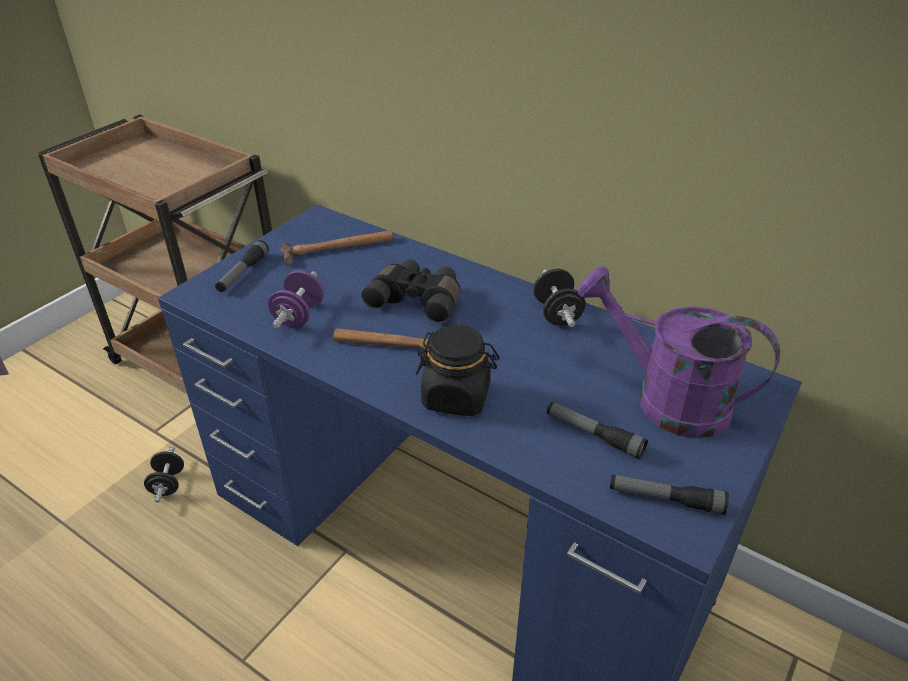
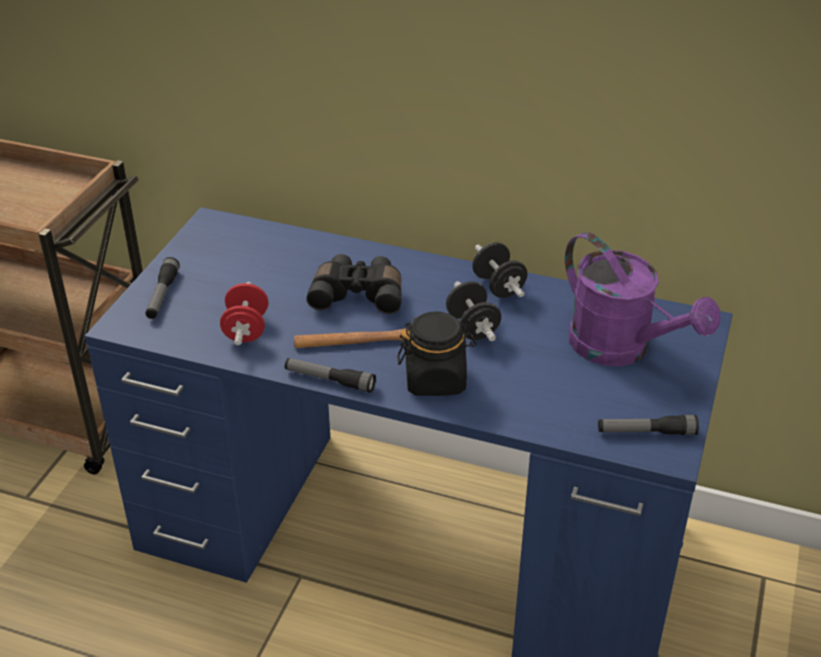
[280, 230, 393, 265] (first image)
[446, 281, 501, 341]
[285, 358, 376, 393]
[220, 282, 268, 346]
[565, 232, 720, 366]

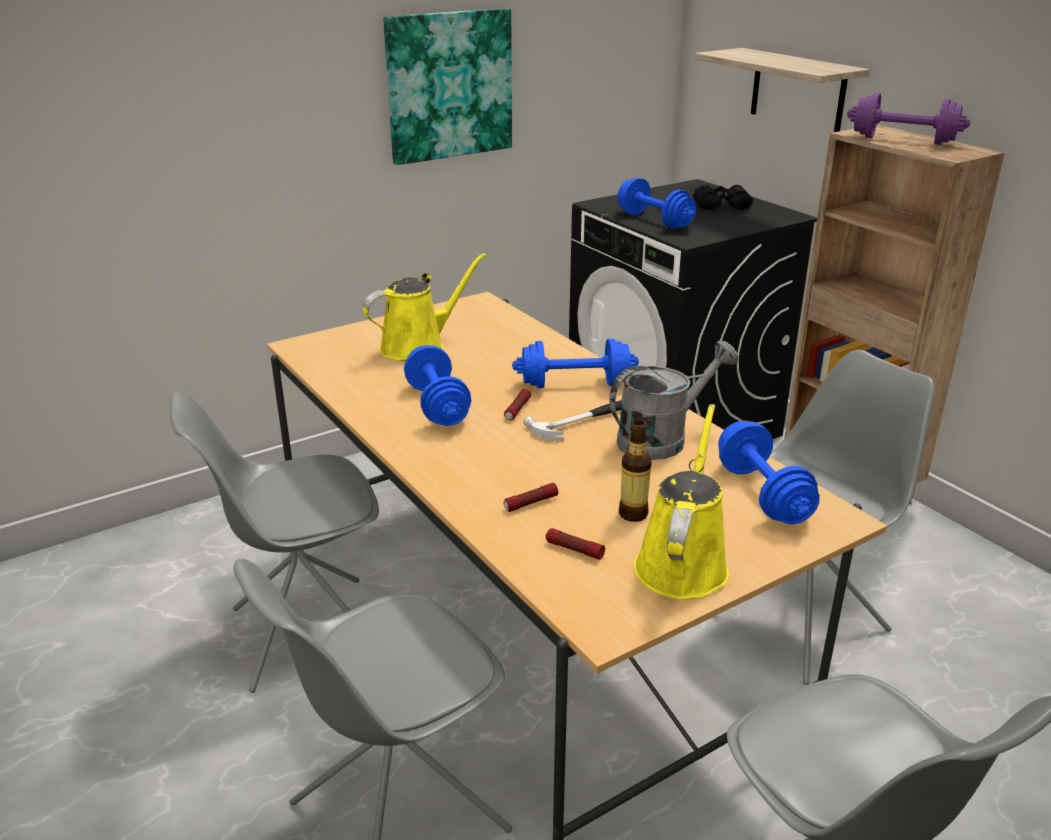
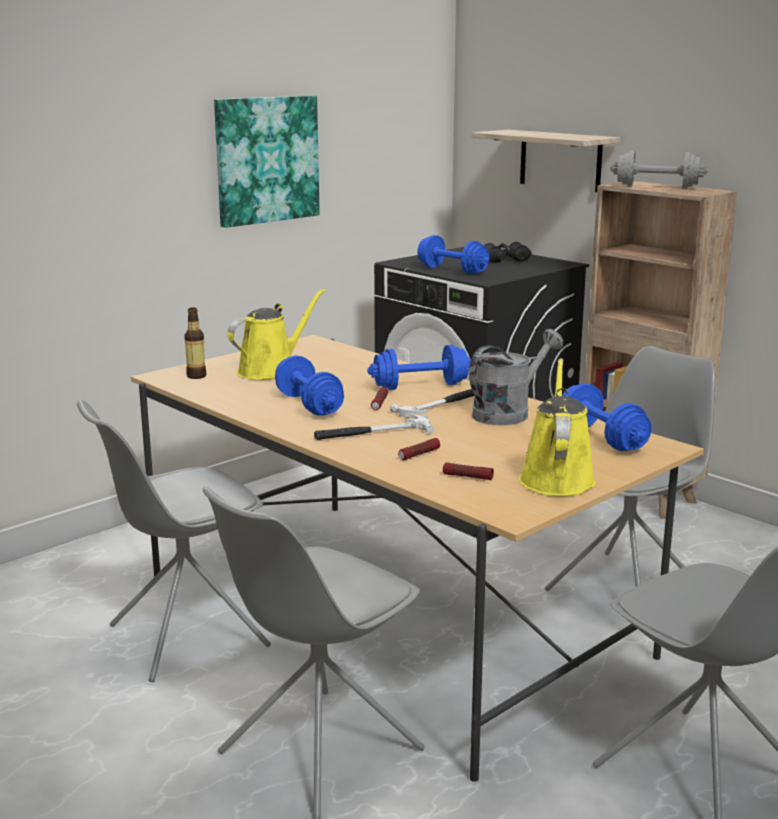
[314, 413, 434, 440]
[184, 307, 206, 379]
[610, 151, 708, 189]

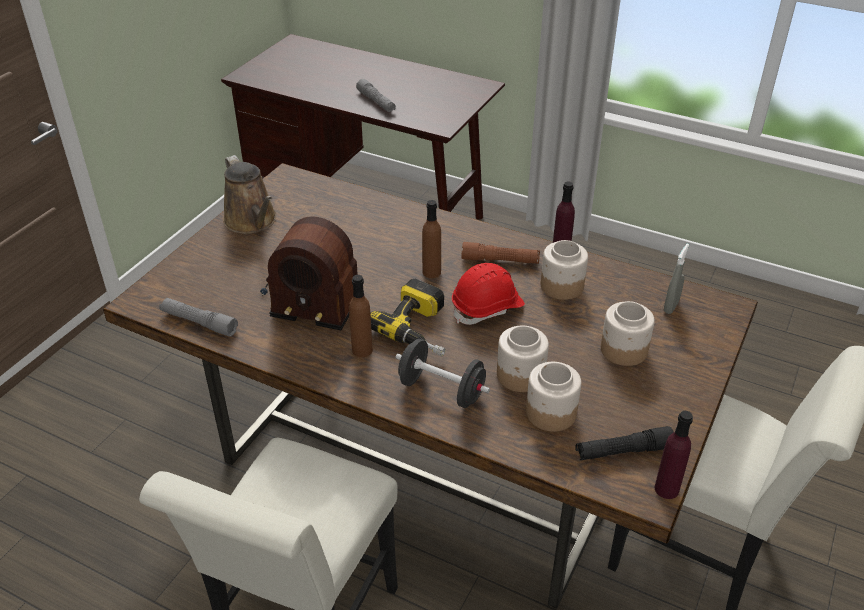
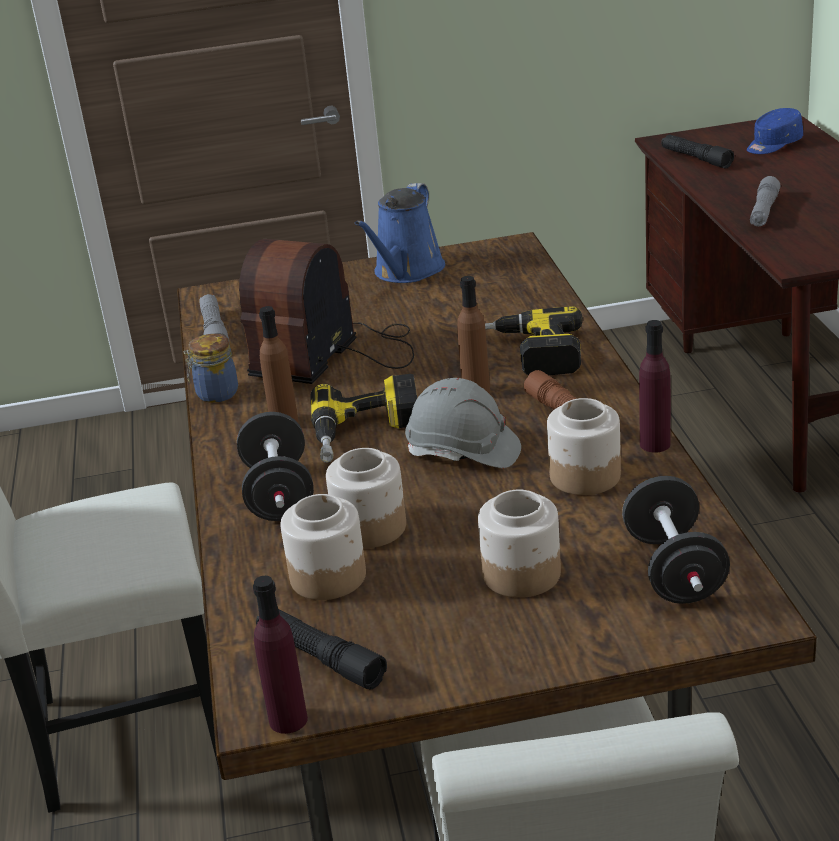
[183, 334, 238, 403]
[485, 306, 583, 375]
[661, 135, 734, 168]
[747, 108, 803, 154]
[622, 476, 730, 604]
[355, 183, 445, 283]
[405, 378, 521, 468]
[239, 239, 414, 384]

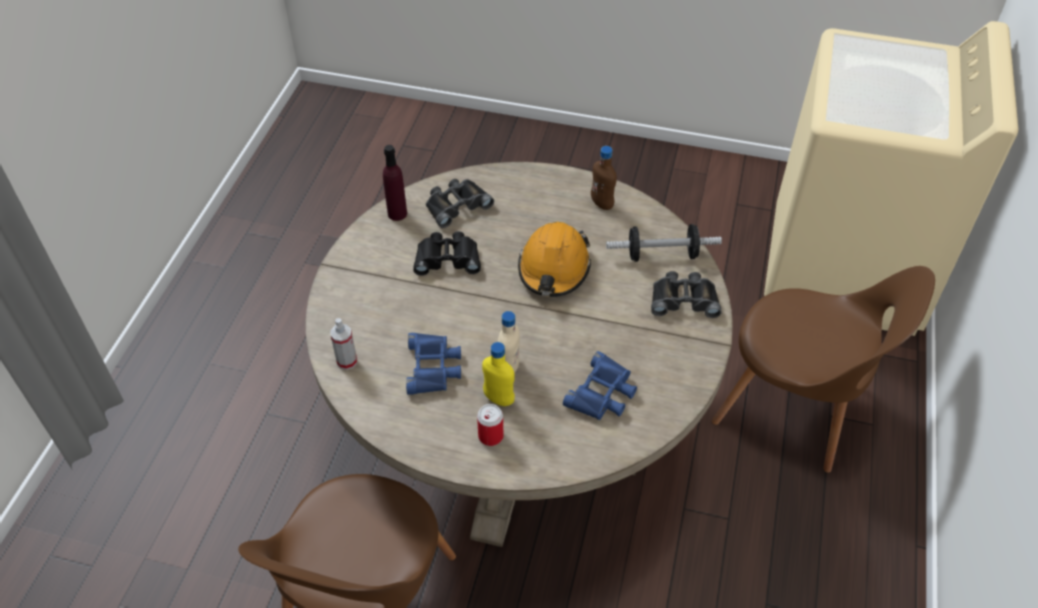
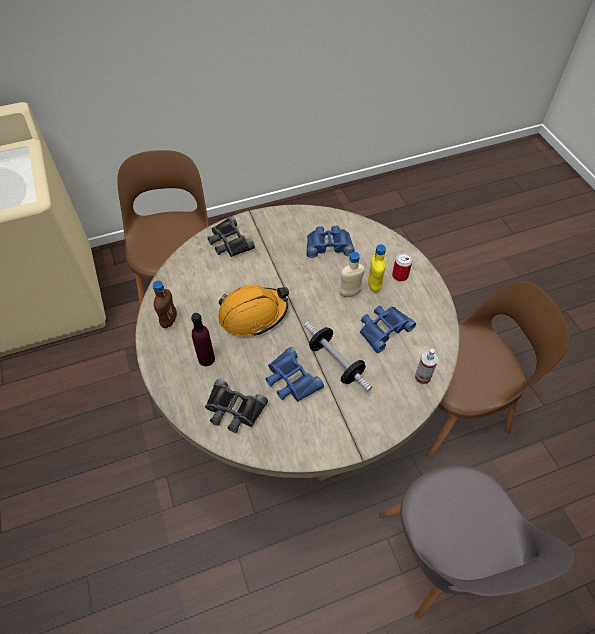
[379, 466, 575, 619]
[191, 313, 215, 366]
[304, 322, 372, 392]
[266, 347, 324, 402]

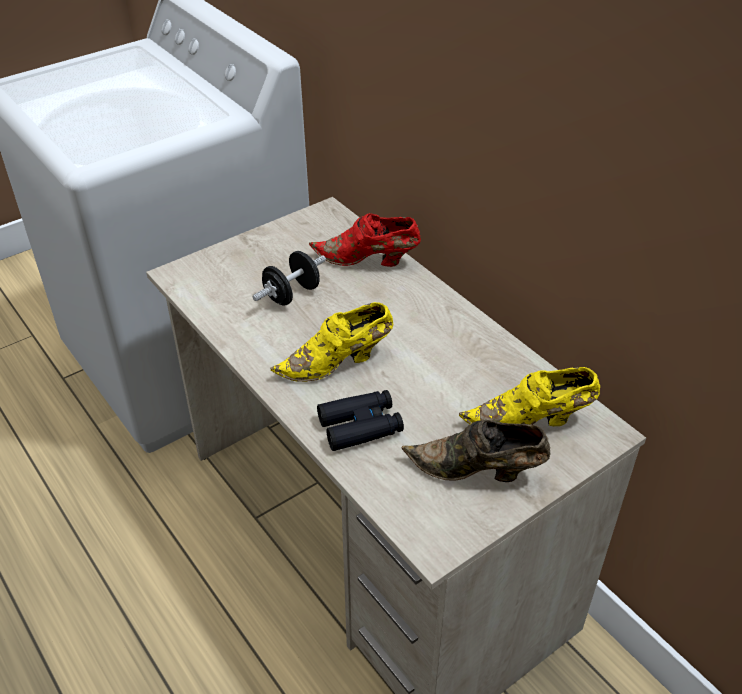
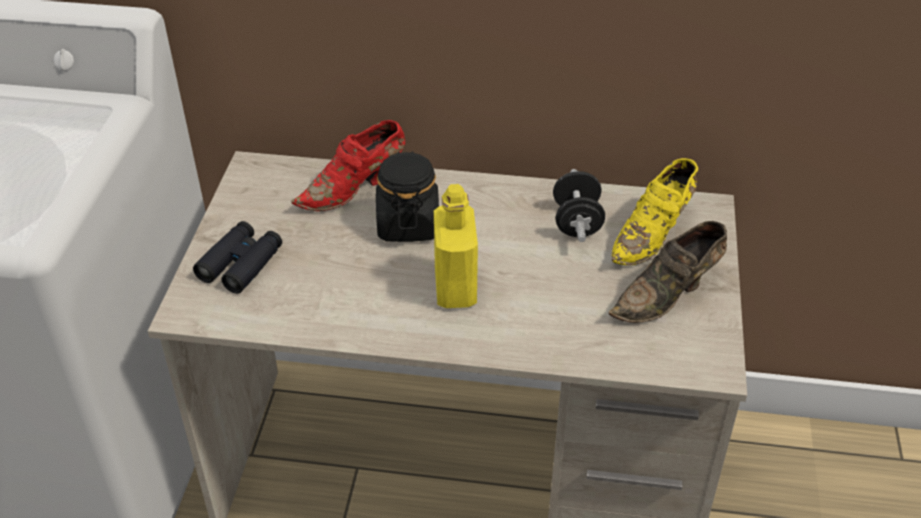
[376, 151, 439, 242]
[553, 169, 605, 242]
[193, 221, 282, 294]
[434, 184, 478, 308]

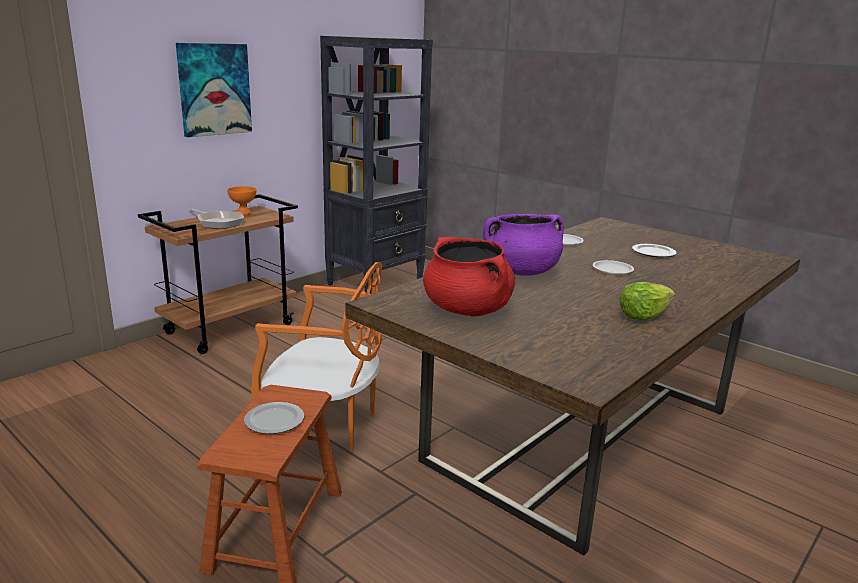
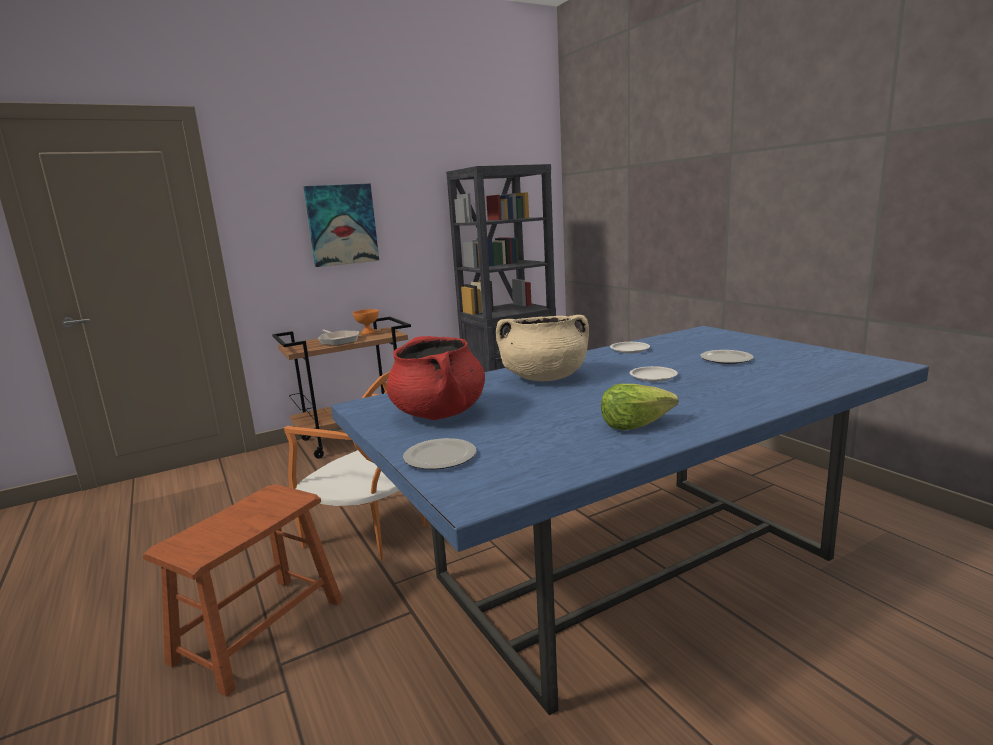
[403, 438, 476, 469]
[331, 326, 929, 715]
[496, 315, 589, 381]

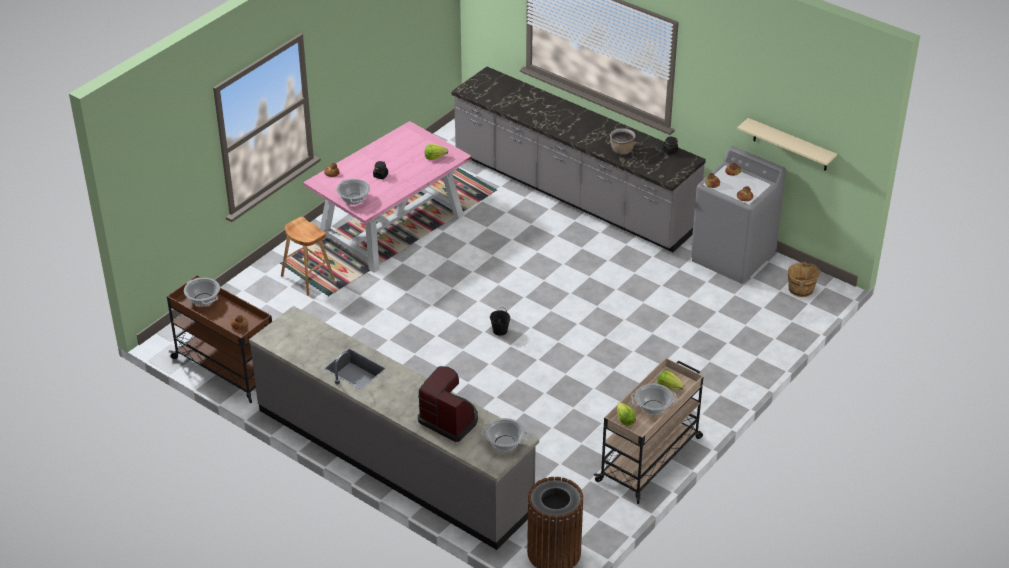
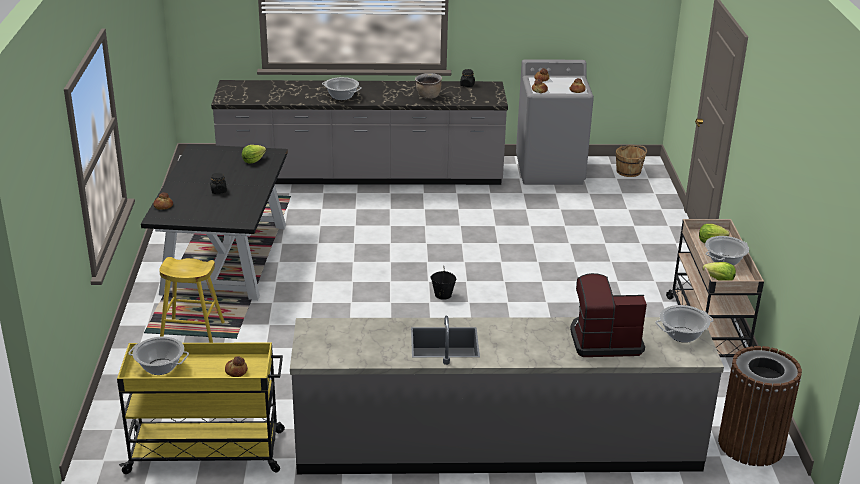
[737, 118, 837, 171] (first image)
[322, 77, 362, 100]
[117, 343, 285, 474]
[159, 257, 225, 343]
[141, 144, 288, 301]

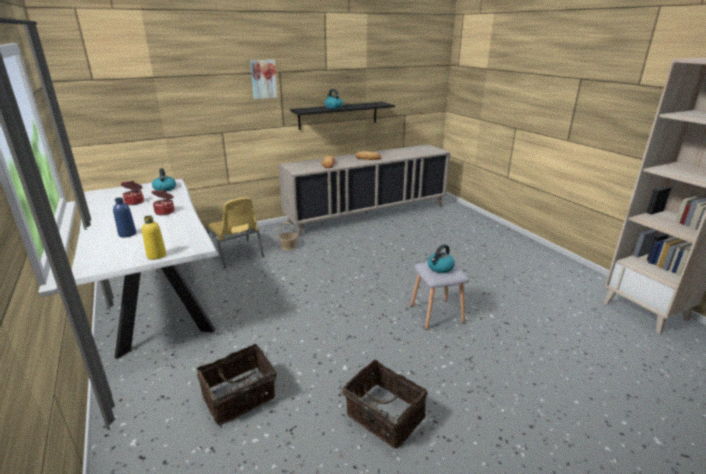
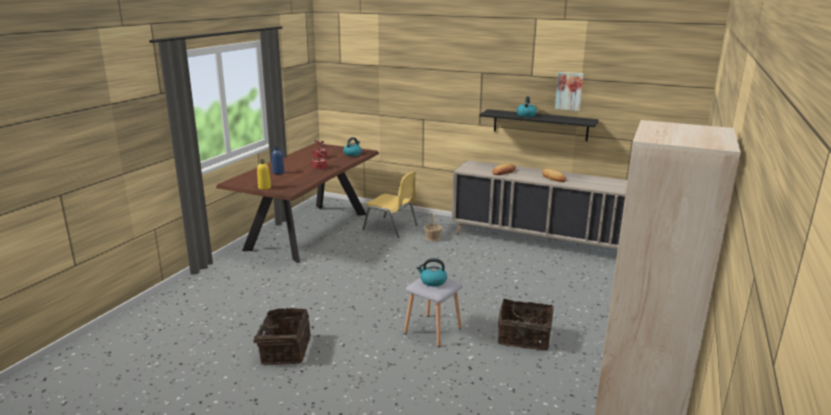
[498, 299, 554, 351]
[555, 72, 584, 111]
[216, 143, 379, 263]
[363, 171, 418, 238]

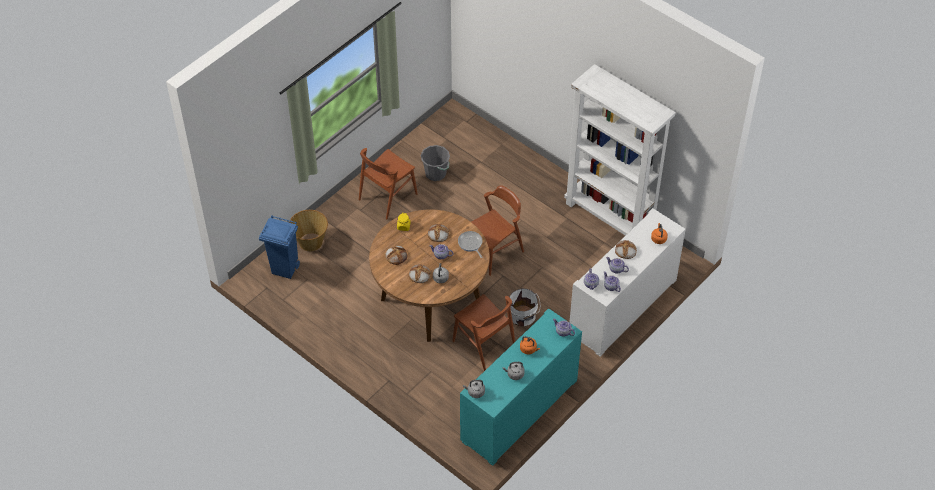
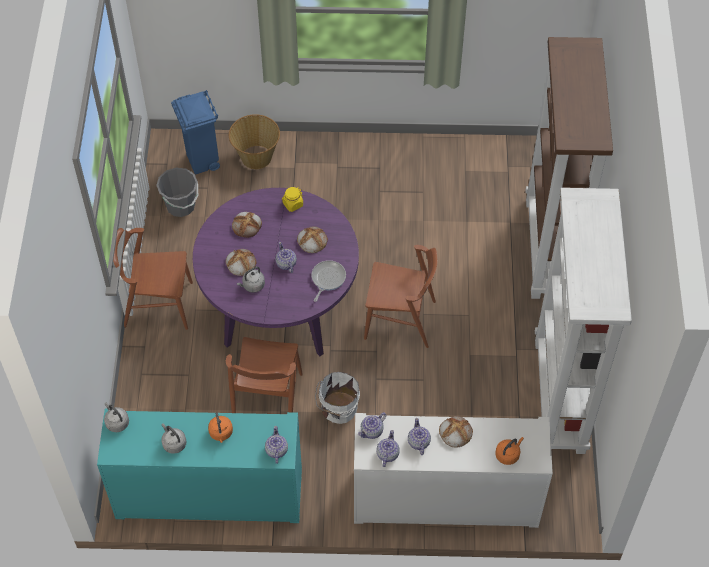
[526, 37, 613, 299]
[113, 228, 193, 330]
[156, 168, 198, 217]
[193, 188, 359, 356]

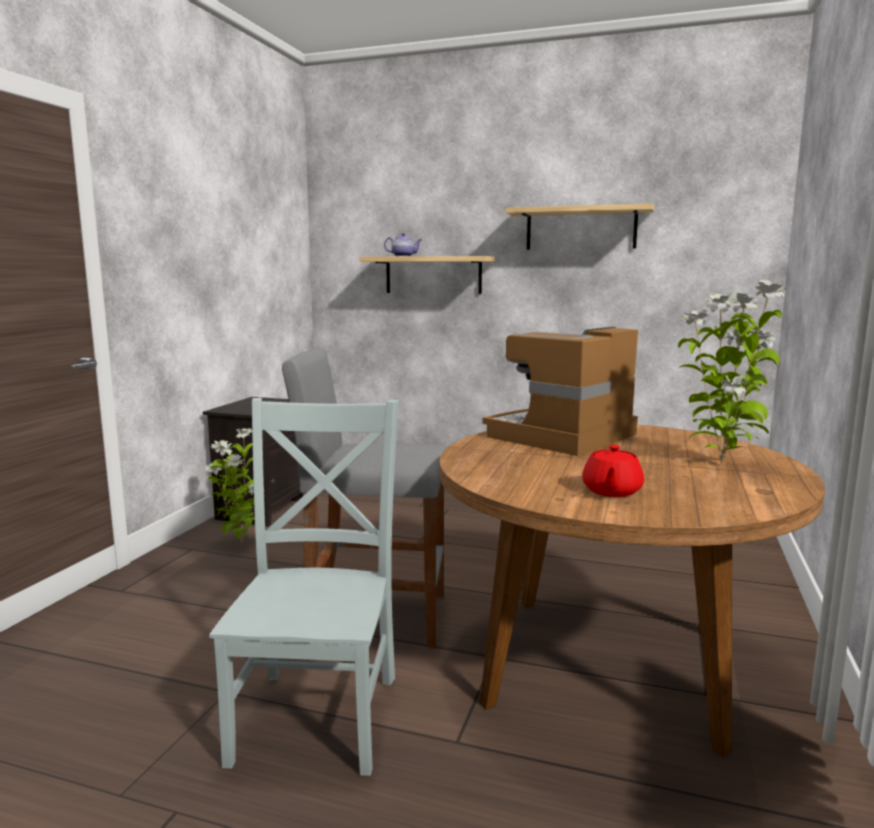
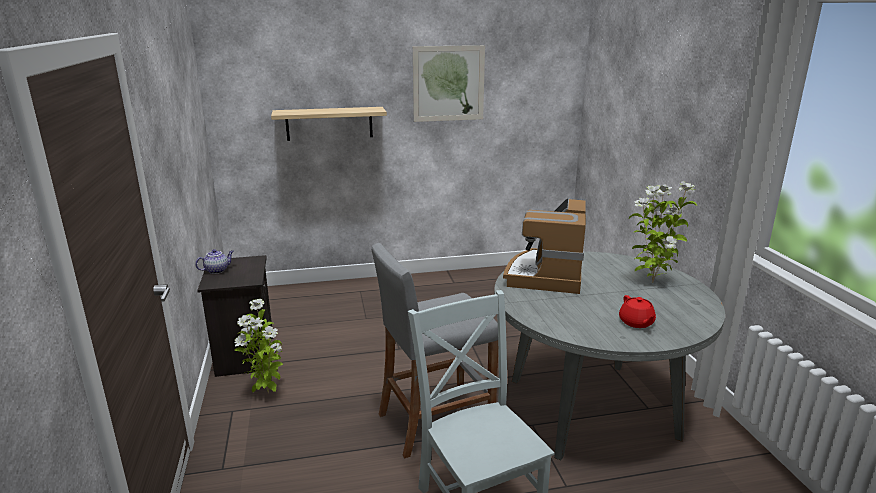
[195, 249, 233, 274]
[413, 45, 485, 122]
[494, 251, 725, 460]

